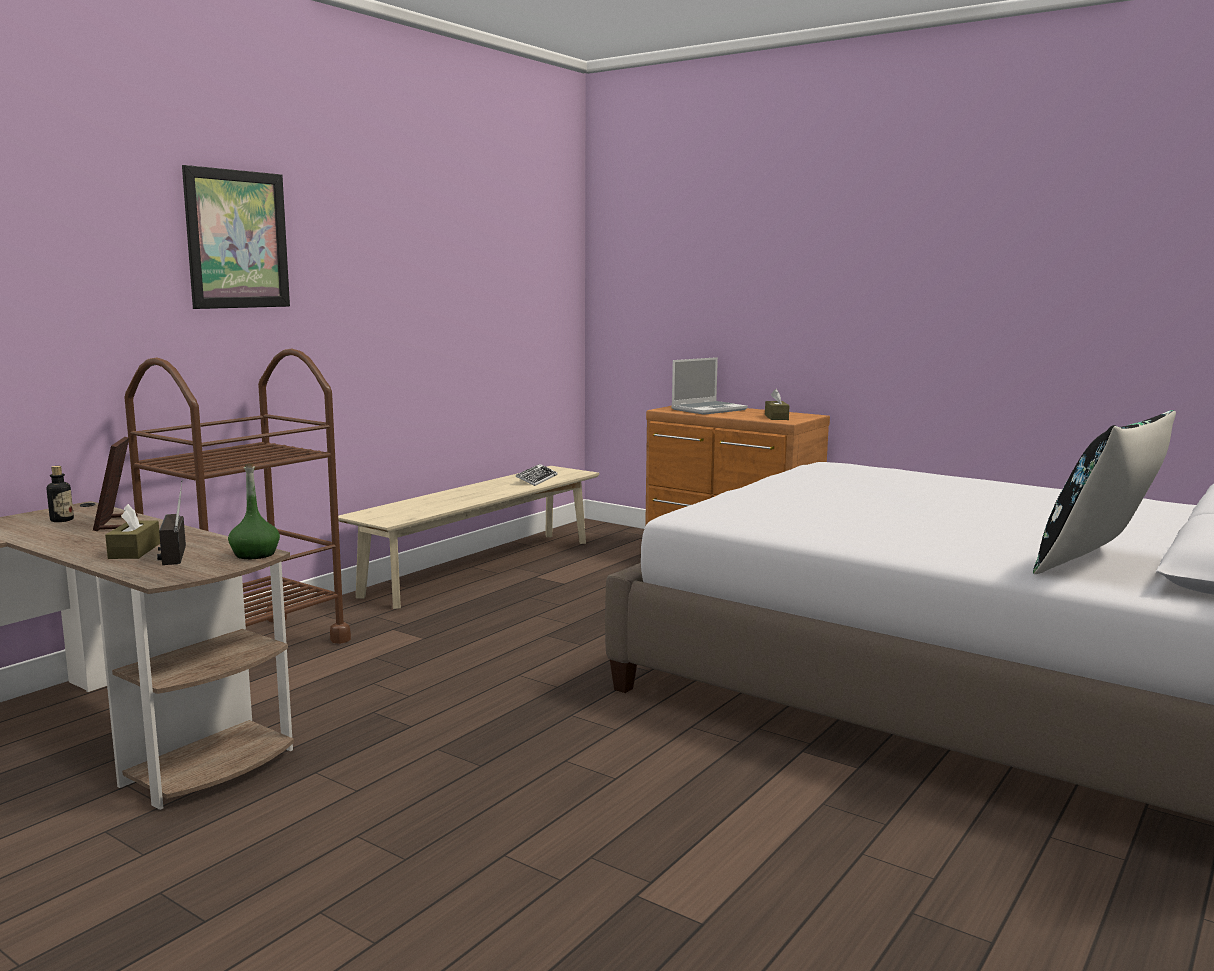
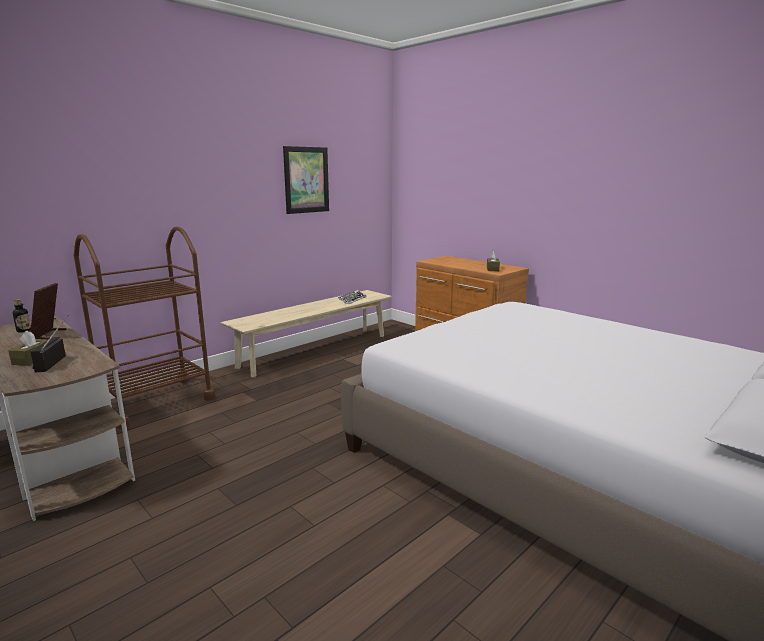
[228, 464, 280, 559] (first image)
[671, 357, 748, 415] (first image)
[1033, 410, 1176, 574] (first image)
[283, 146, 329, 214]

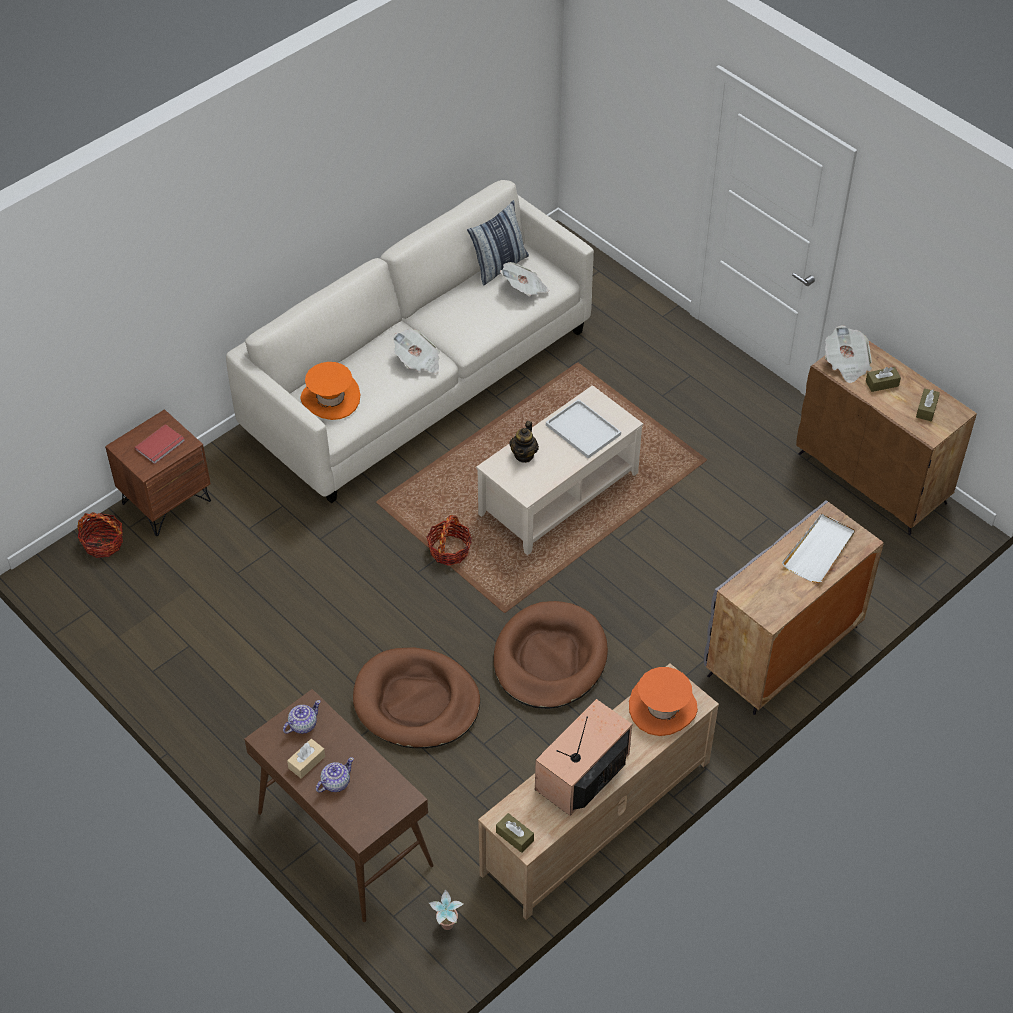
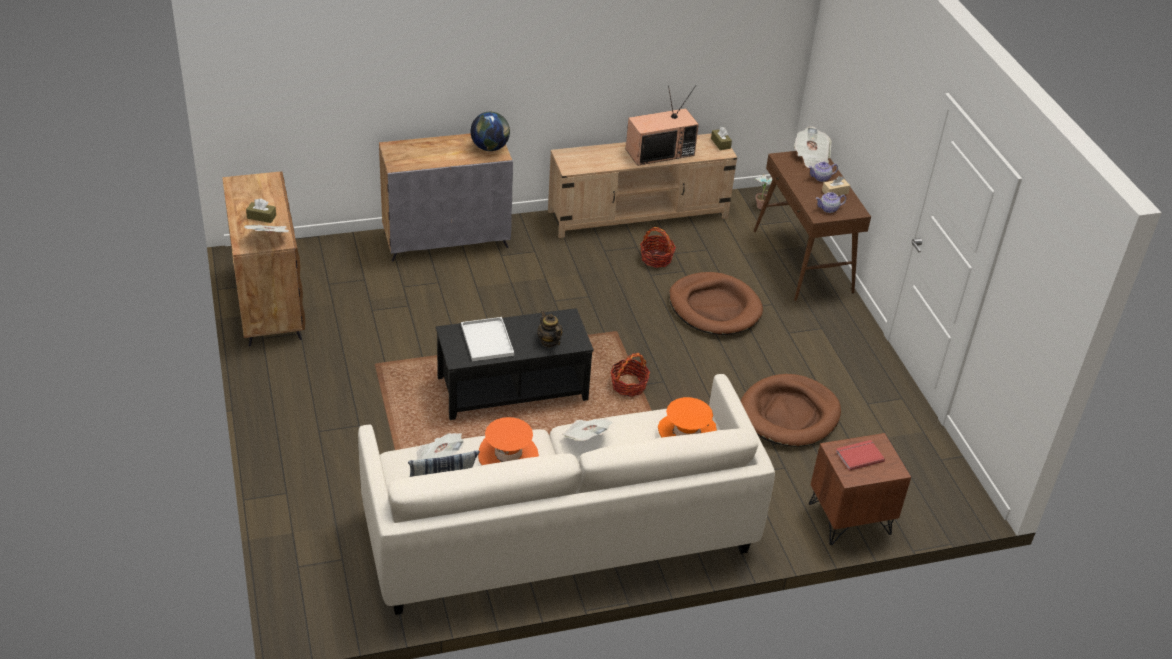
[782, 514, 855, 583] (first image)
[916, 388, 940, 421] (first image)
[470, 112, 510, 151]
[794, 127, 832, 168]
[640, 227, 676, 268]
[741, 374, 841, 447]
[478, 417, 539, 465]
[436, 308, 594, 420]
[537, 311, 563, 347]

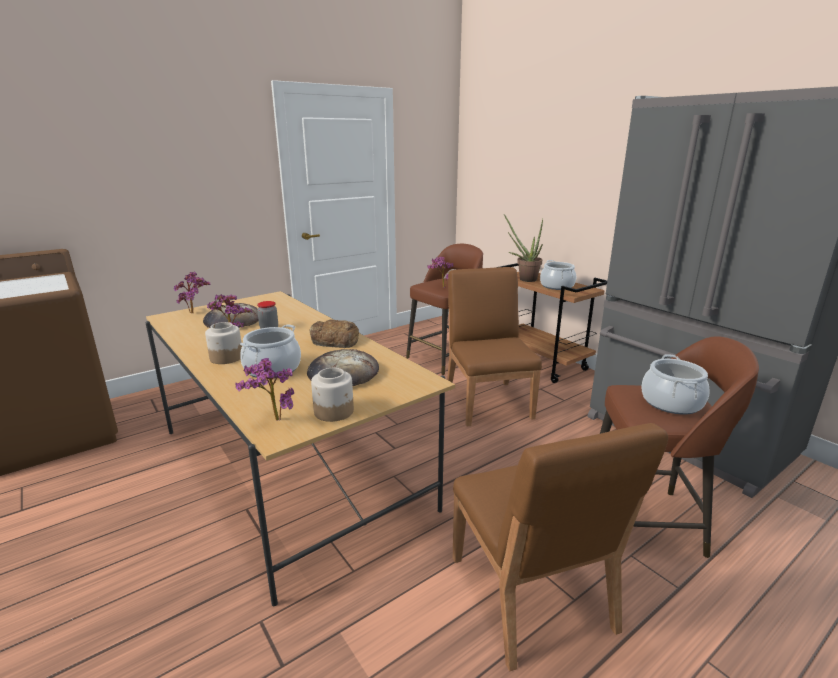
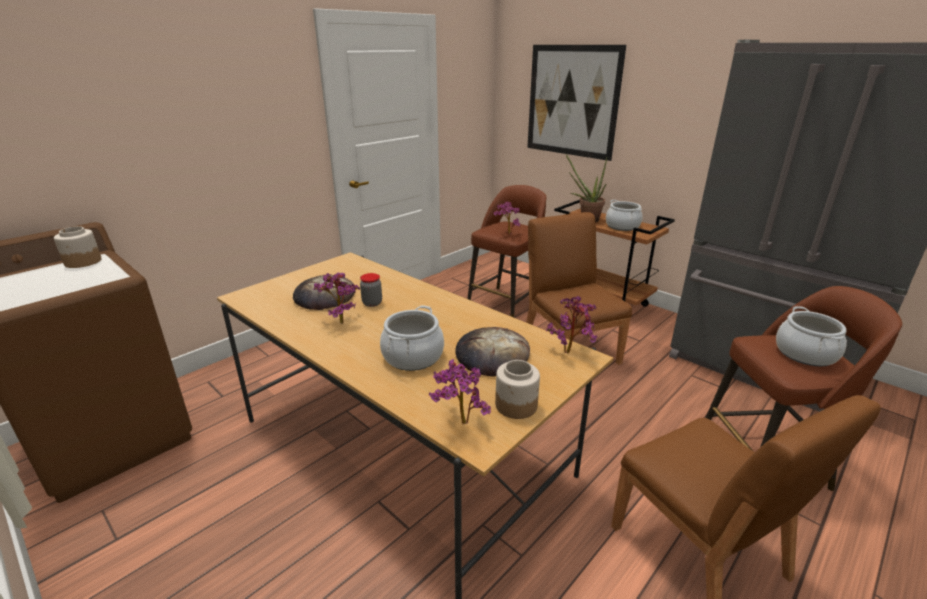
[310, 319, 359, 348] (first image)
[527, 45, 626, 161]
[546, 296, 597, 353]
[54, 226, 102, 268]

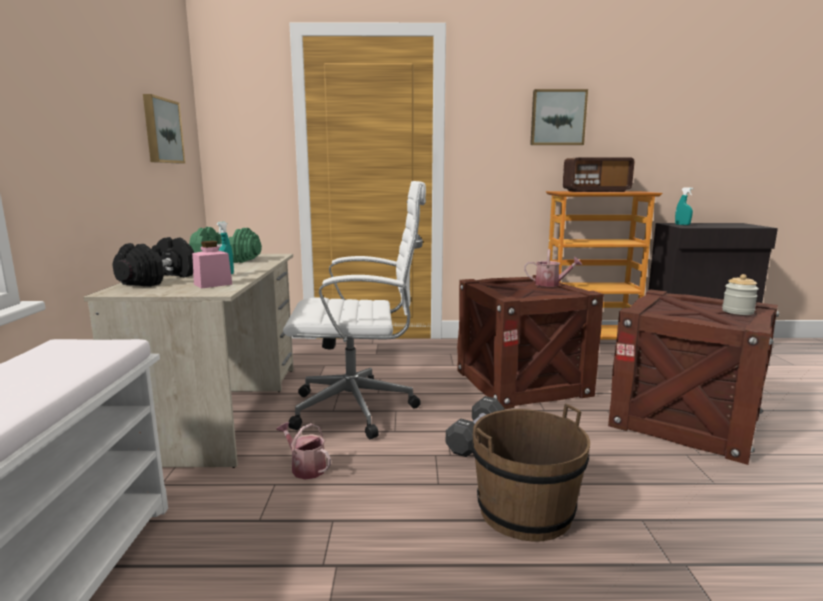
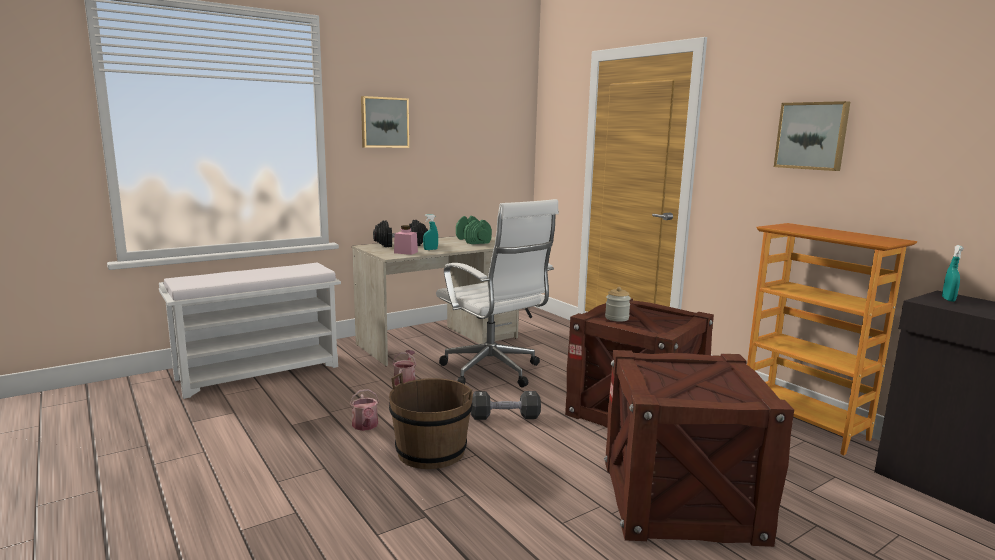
[563, 157, 634, 192] (first image)
[361, 96, 409, 148]
[350, 389, 379, 431]
[605, 287, 631, 322]

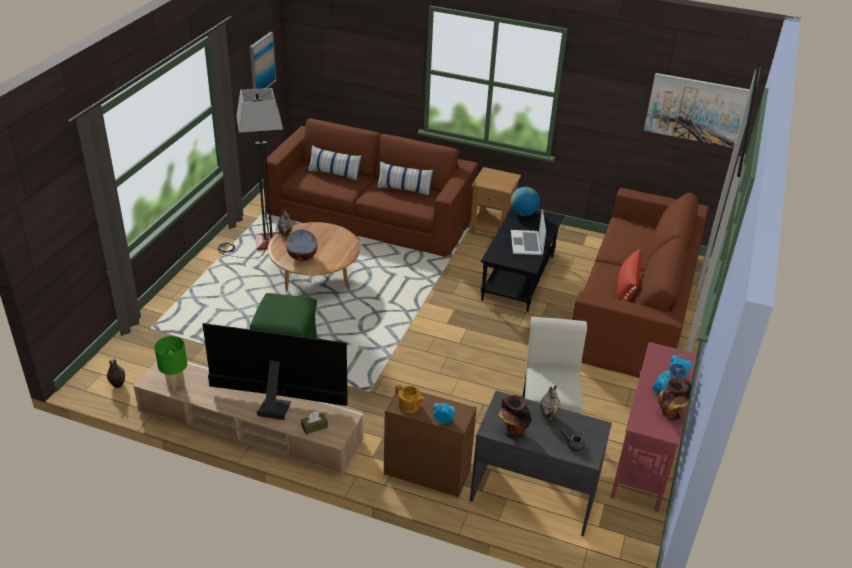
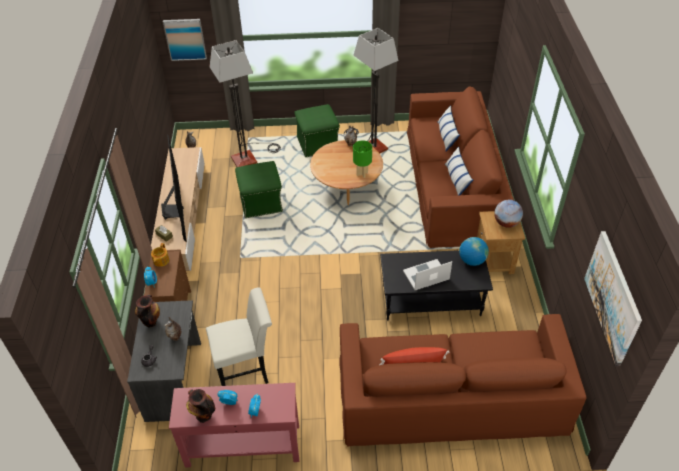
[210, 40, 281, 167]
[294, 104, 340, 157]
[353, 140, 372, 178]
[163, 19, 207, 61]
[494, 200, 523, 228]

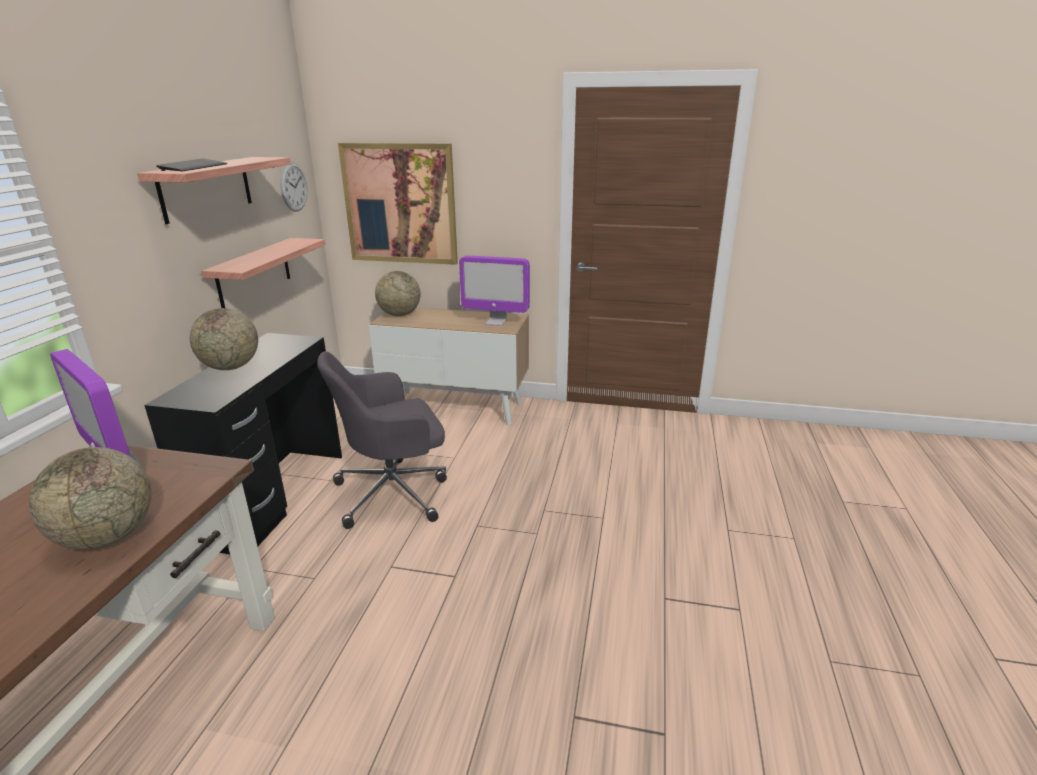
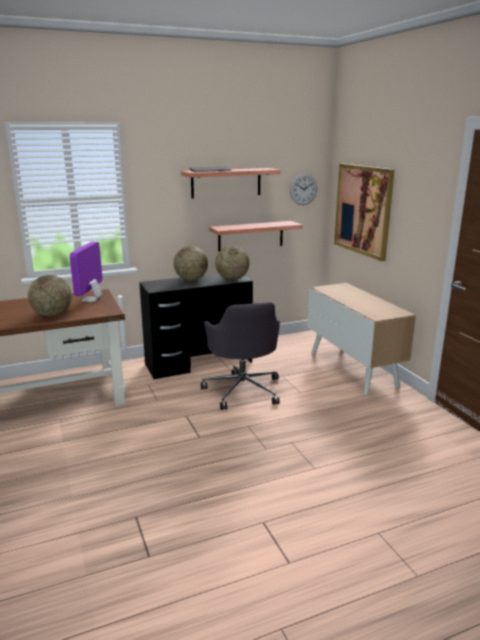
[459, 256, 530, 326] (first image)
[215, 246, 250, 280]
[201, 302, 280, 410]

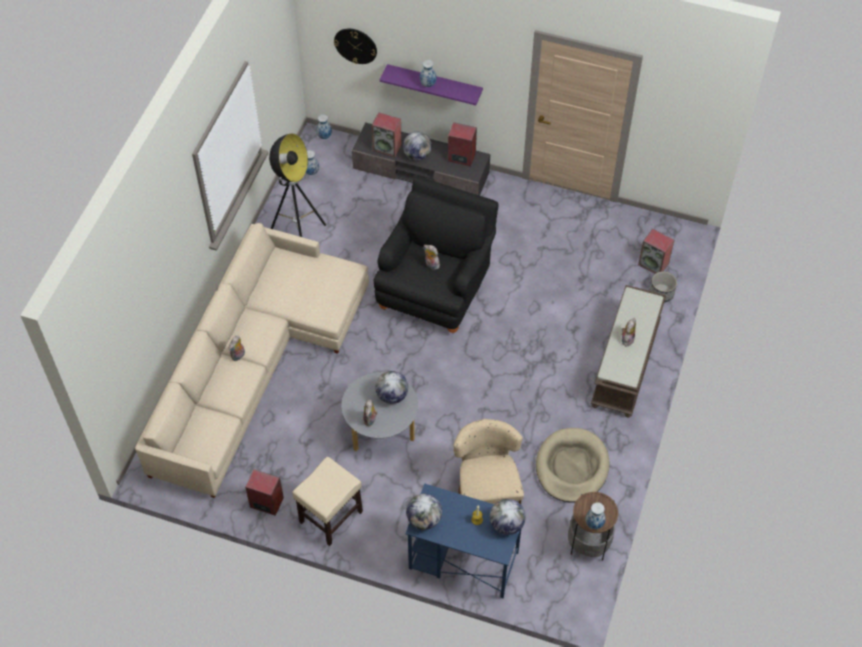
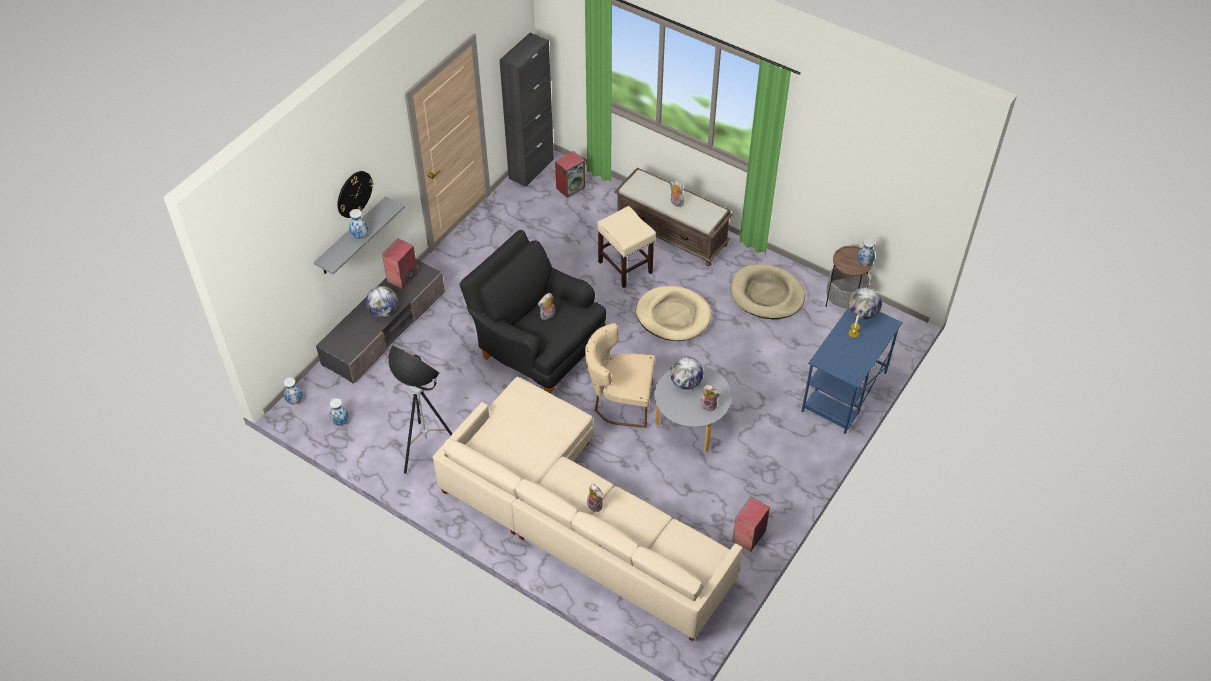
[372, 112, 402, 157] (first image)
[406, 494, 442, 530] (first image)
[650, 271, 677, 302] (first image)
[500, 33, 554, 187]
[636, 286, 711, 341]
[597, 206, 656, 288]
[338, 171, 374, 218]
[585, 323, 655, 428]
[314, 196, 405, 275]

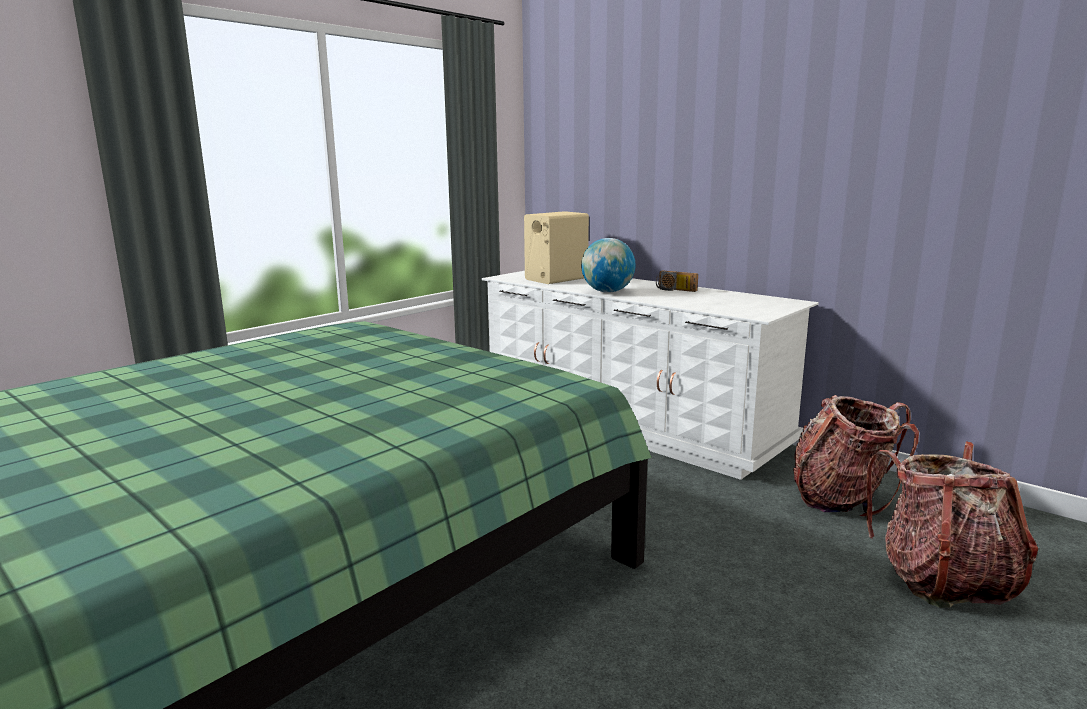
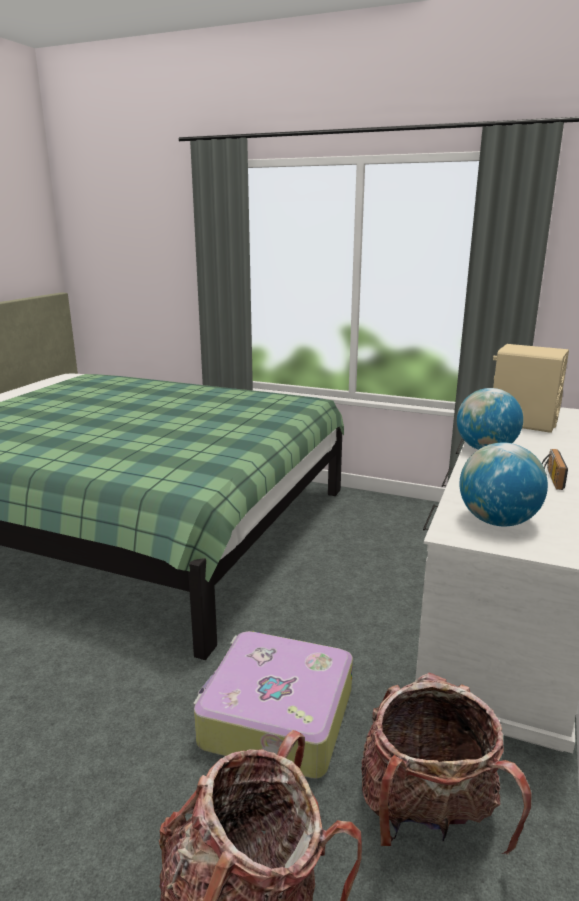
[193, 631, 353, 779]
[460, 442, 548, 526]

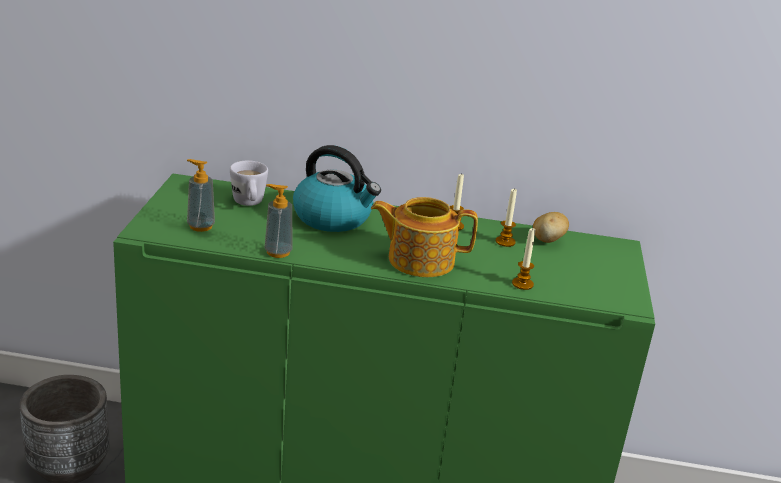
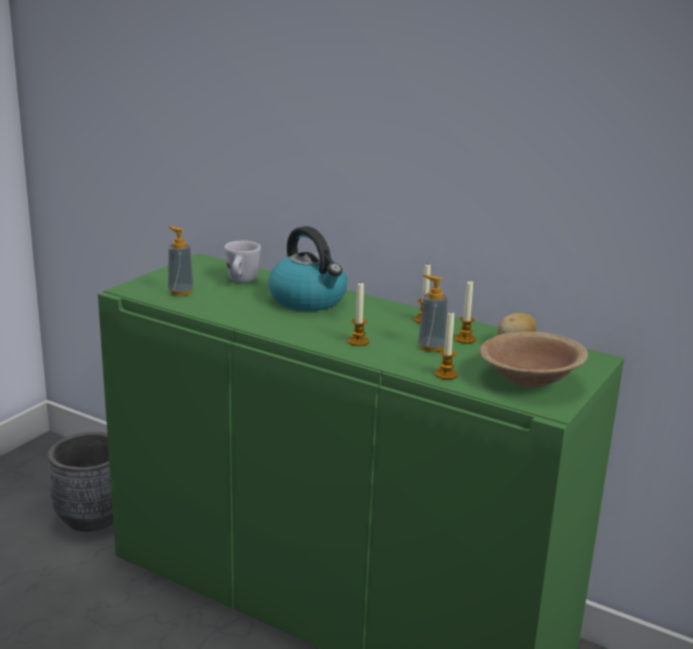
[479, 331, 588, 387]
[418, 275, 448, 352]
[348, 283, 369, 346]

